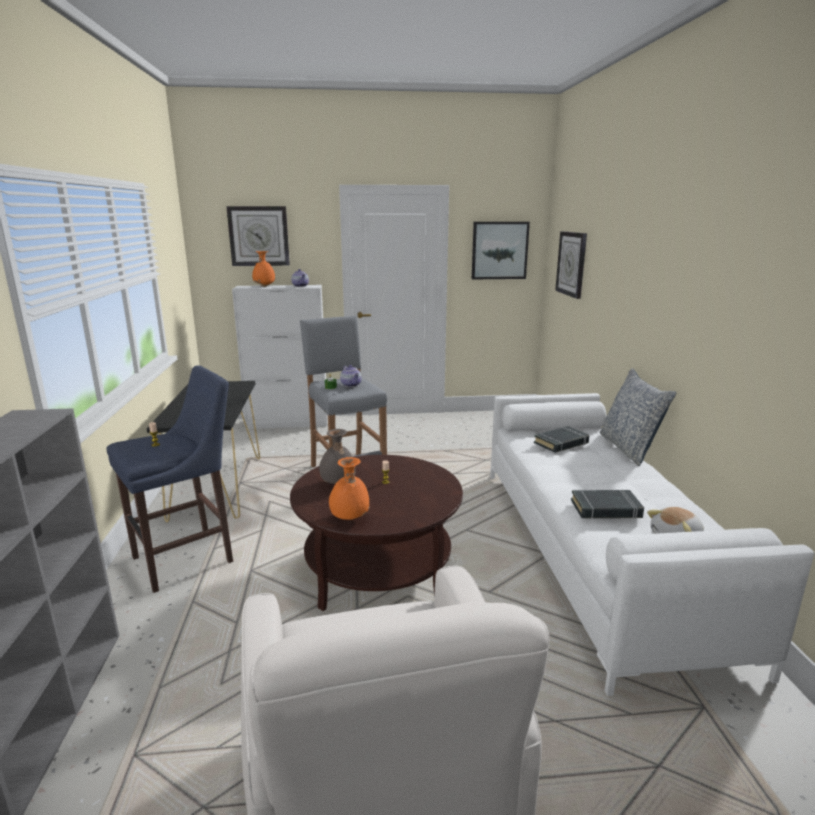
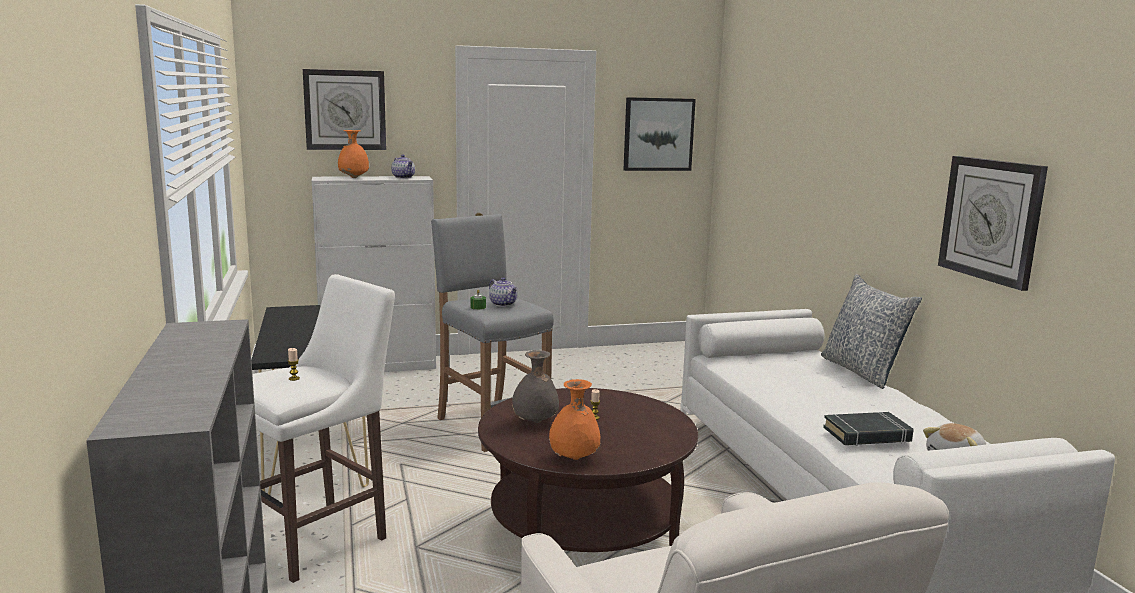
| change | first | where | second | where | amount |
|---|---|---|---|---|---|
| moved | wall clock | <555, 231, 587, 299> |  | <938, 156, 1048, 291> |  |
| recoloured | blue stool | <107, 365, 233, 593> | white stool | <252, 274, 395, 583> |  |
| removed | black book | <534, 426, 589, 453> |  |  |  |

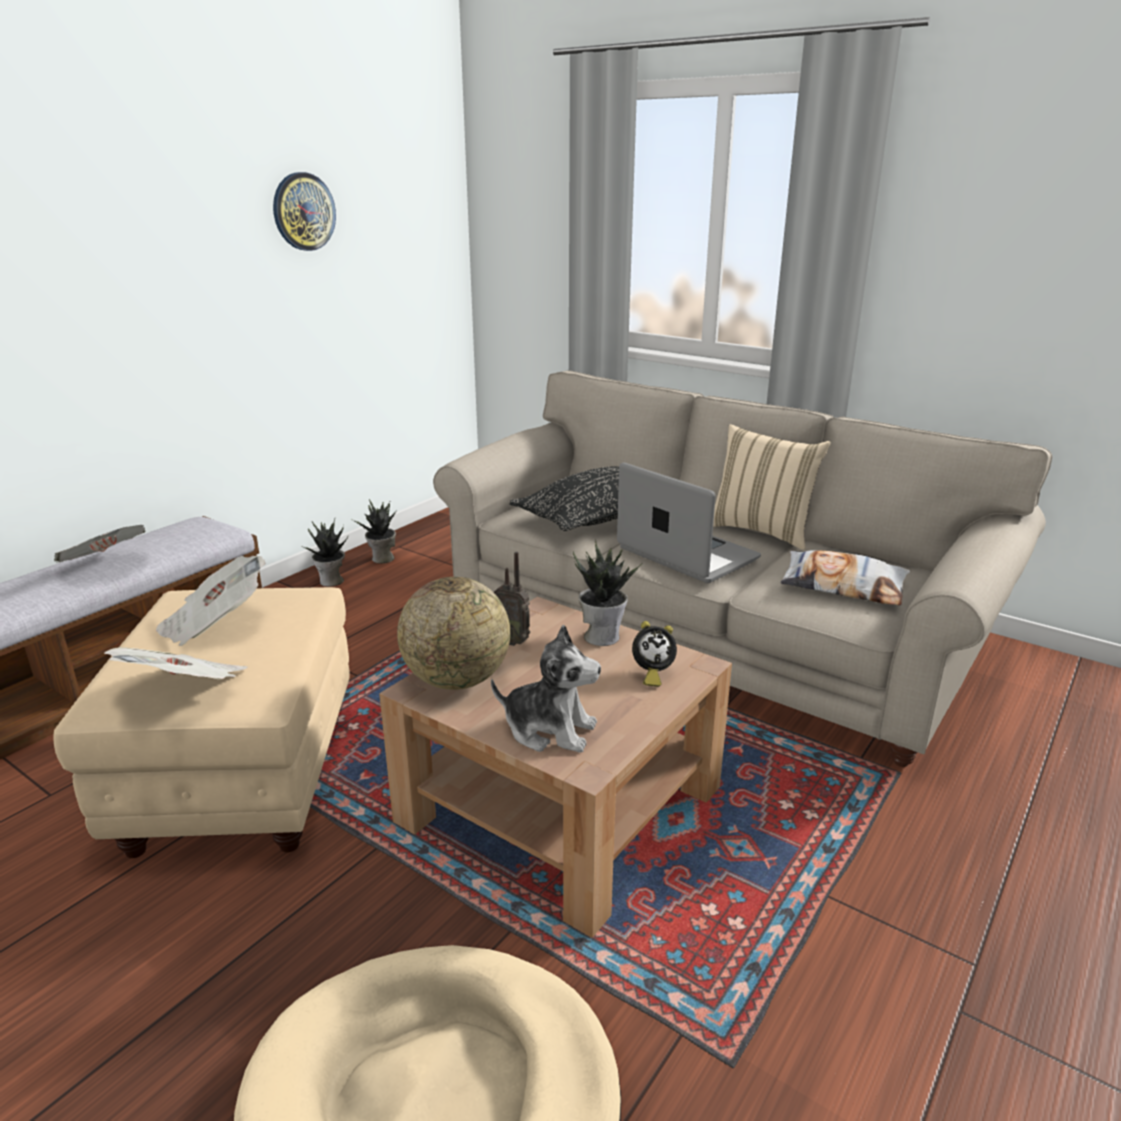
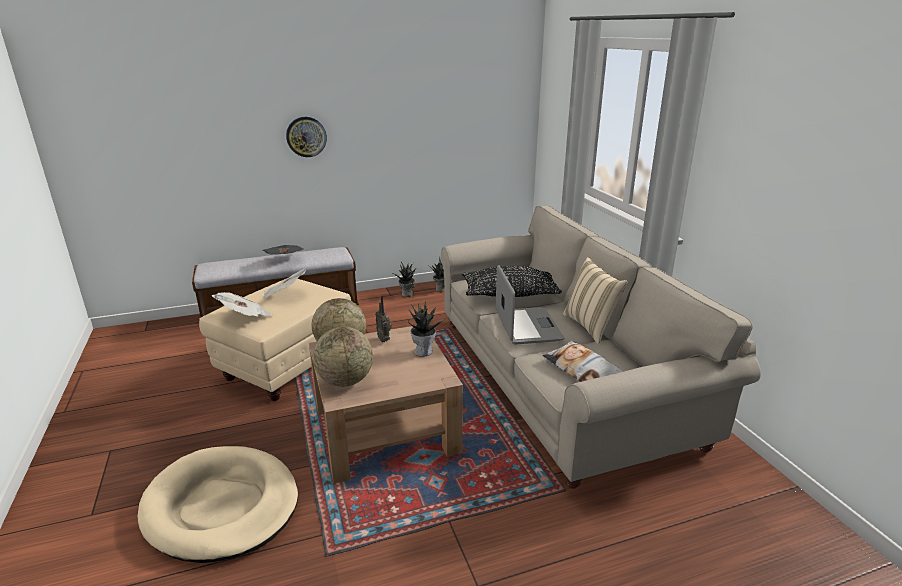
| change | first | where | second | where | amount |
|---|---|---|---|---|---|
| moved | wall clock | <273, 172, 336, 251> |  | <286, 117, 327, 157> |  |
| removed | alarm clock | <632, 621, 677, 687> |  |  |  |
| replaced | plush toy | <491, 625, 601, 753> | globe | <313, 327, 373, 387> |  |

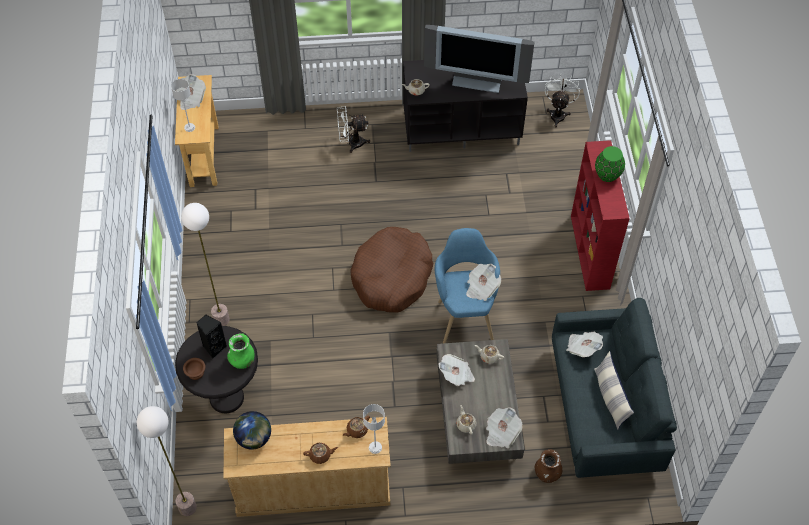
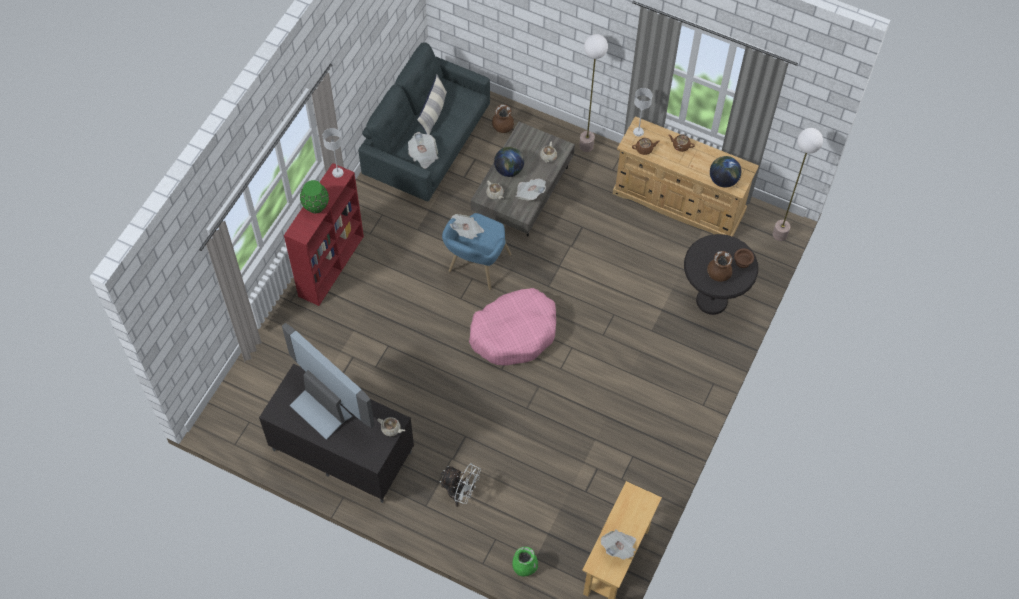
| change | first | where | second | where | amount |
|---|---|---|---|---|---|
| removed | white fan | <545, 74, 580, 128> |  |  |  |
| moved | grey table lamp | <171, 79, 195, 132> |  | <323, 128, 344, 178> |  |
| moved | floor lamp | <181, 203, 230, 326> |  | <579, 34, 608, 152> |  |
| recoloured | brown dog bed | <350, 227, 433, 313> | pink dog bed | <469, 288, 556, 366> |  |
| replaced | black speaker | <196, 315, 227, 359> | brown vase | <707, 251, 732, 282> |  |
| moved | green vase | <227, 333, 255, 369> |  | <512, 547, 538, 576> |  |
| removed | newspaper | <486, 408, 522, 448> |  |  |  |
| added |  |  | globe | <494, 147, 524, 177> |  |

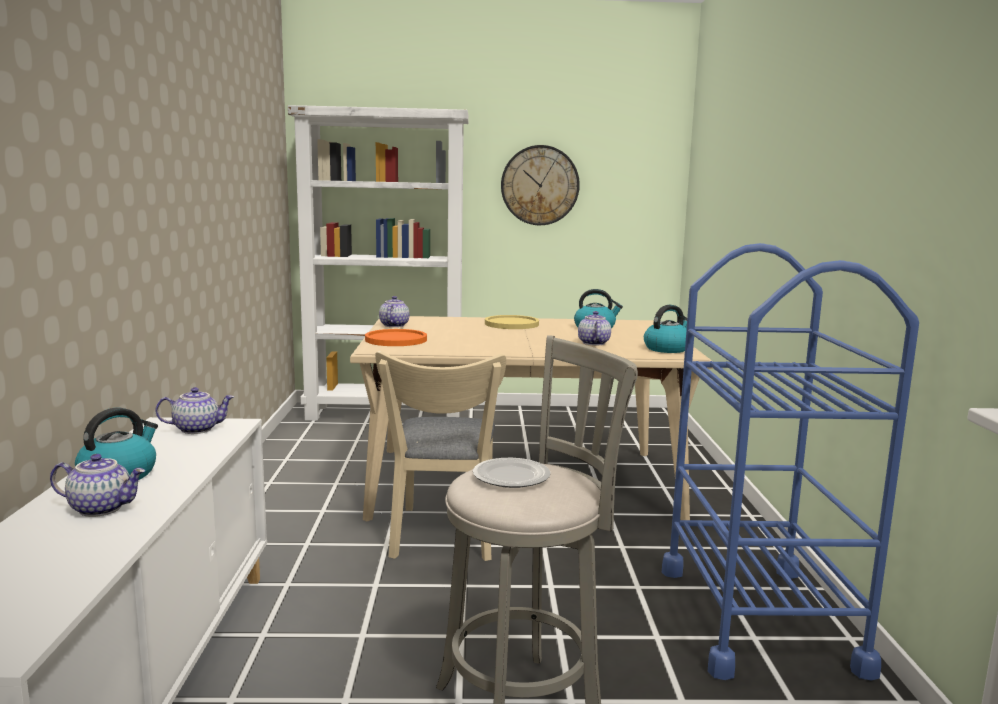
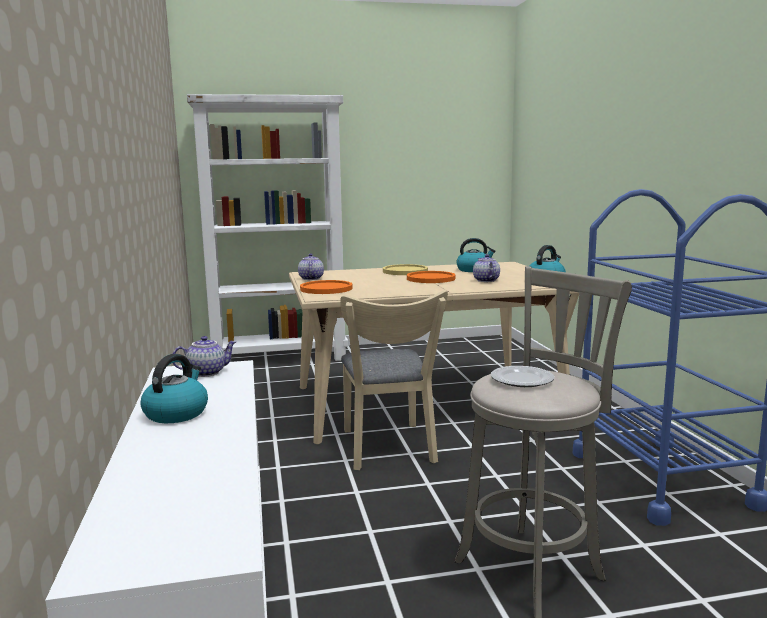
| change | first | where | second | where | amount |
|---|---|---|---|---|---|
| removed | wall clock | <501, 145, 580, 225> |  |  |  |
| removed | teapot | <50, 454, 145, 517> |  |  |  |
| added |  |  | orange plate | <407, 271, 455, 283> |  |

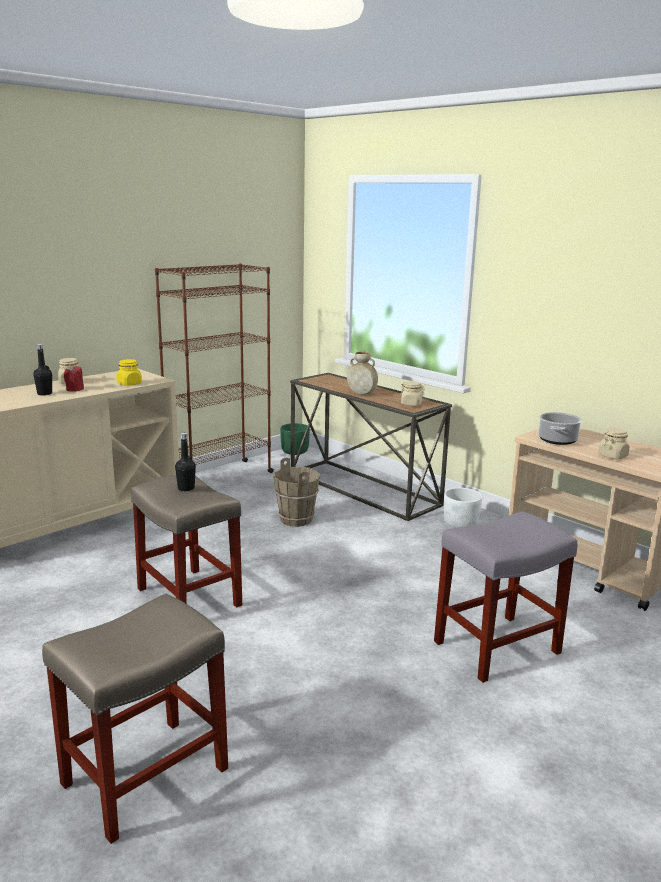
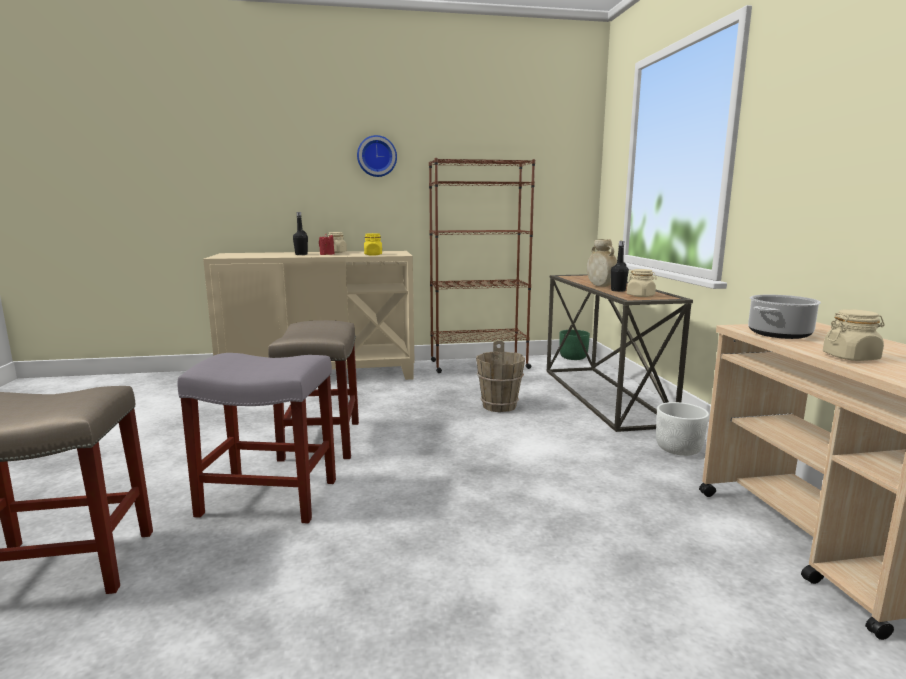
| change | first | where | second | where | amount |
|---|---|---|---|---|---|
| moved | black bottle | <175, 433, 196, 491> |  | <611, 241, 629, 292> |  |
| moved | grey stool | <434, 511, 577, 683> |  | <177, 353, 336, 523> |  |
| added |  |  | wall clock | <357, 135, 397, 177> |  |

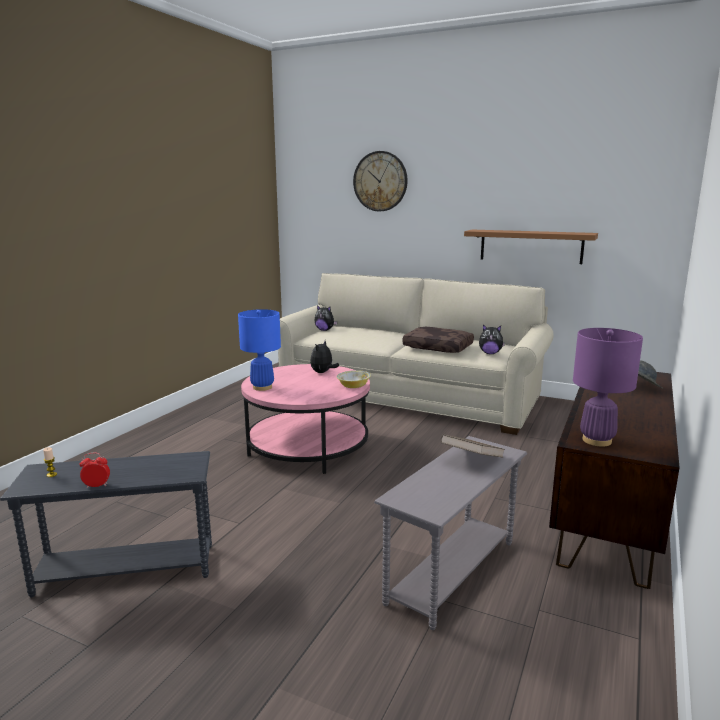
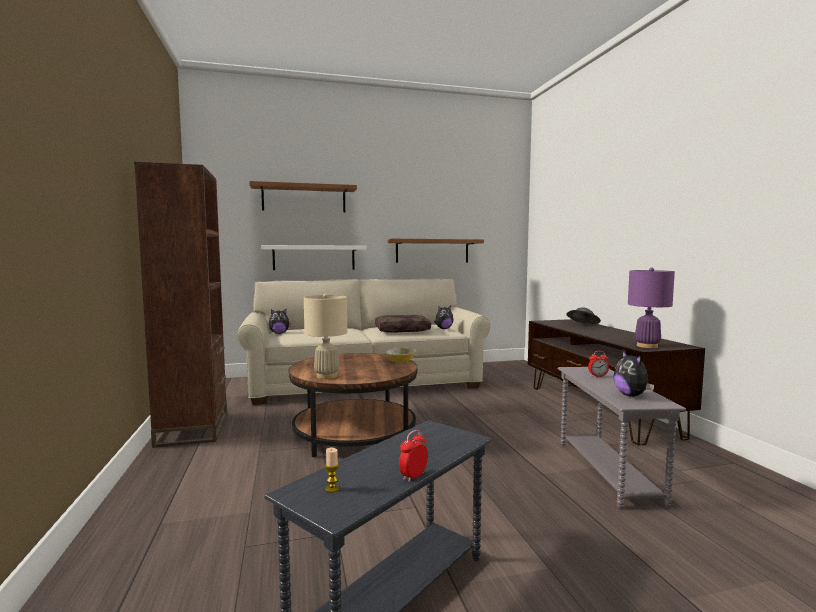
| change | first | where | second | where | amount |
|---|---|---|---|---|---|
| replaced | wall clock | <353, 151, 408, 211> | brown shelf | <249, 181, 357, 212> |  |
| recoloured | blue table lamp | <238, 309, 281, 391> | beige table lamp | <304, 293, 347, 379> |  |
| moved | plush toy | <310, 341, 339, 373> |  | <613, 350, 654, 397> |  |
| recoloured | pink coffee table | <241, 364, 370, 474> | brown coffee table | <289, 353, 418, 457> |  |
| replaced | brown book | <441, 434, 505, 458> | alarm clock | <588, 351, 609, 377> |  |
| added |  |  | brown bookcase | <134, 162, 227, 448> |  |
| added |  |  | white shelf | <261, 245, 366, 270> |  |

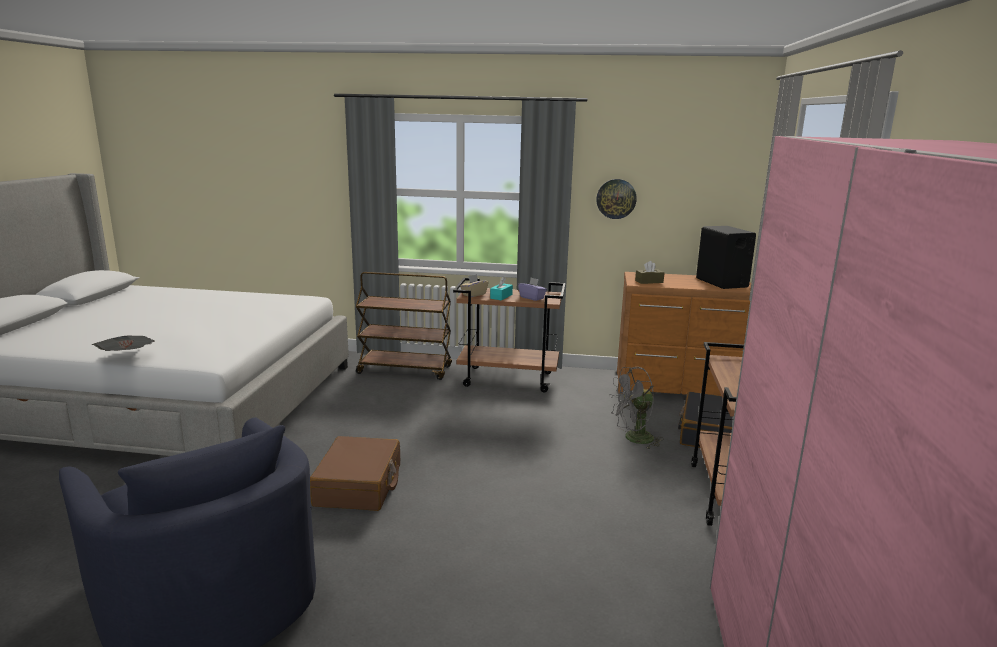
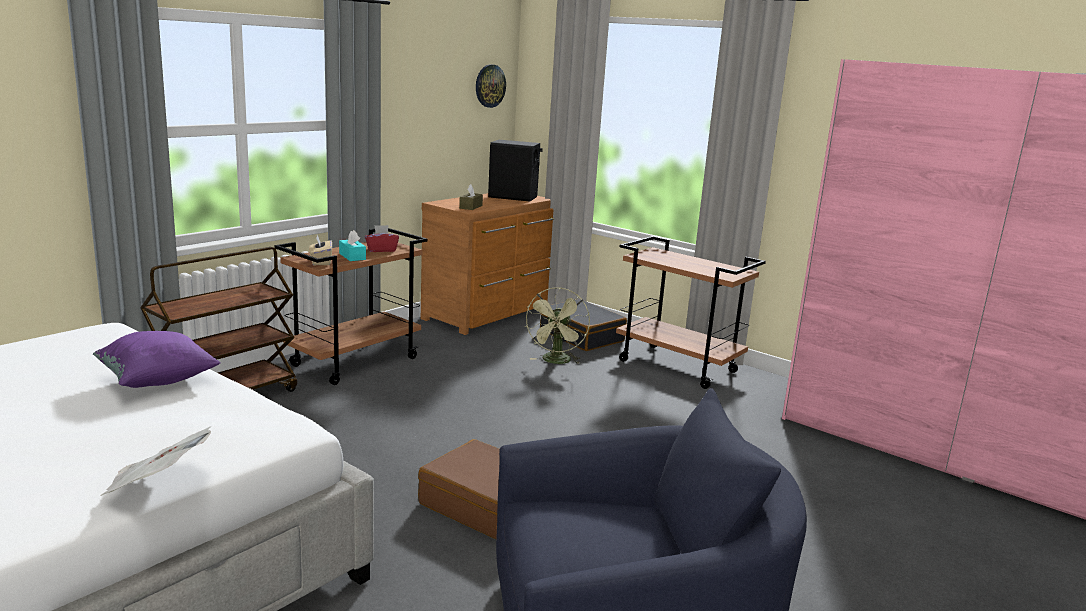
| change | first | where | second | where | amount |
|---|---|---|---|---|---|
| moved | wall clock | <596, 179, 637, 219> |  | <476, 64, 506, 108> |  |
| recoloured | purple tissue box | <518, 278, 547, 301> | red tissue box | <365, 225, 399, 252> |  |
| recoloured | grey fan | <609, 367, 664, 449> | green fan | <524, 287, 590, 364> |  |
| added |  |  | purple pillow | <93, 331, 221, 388> |  |

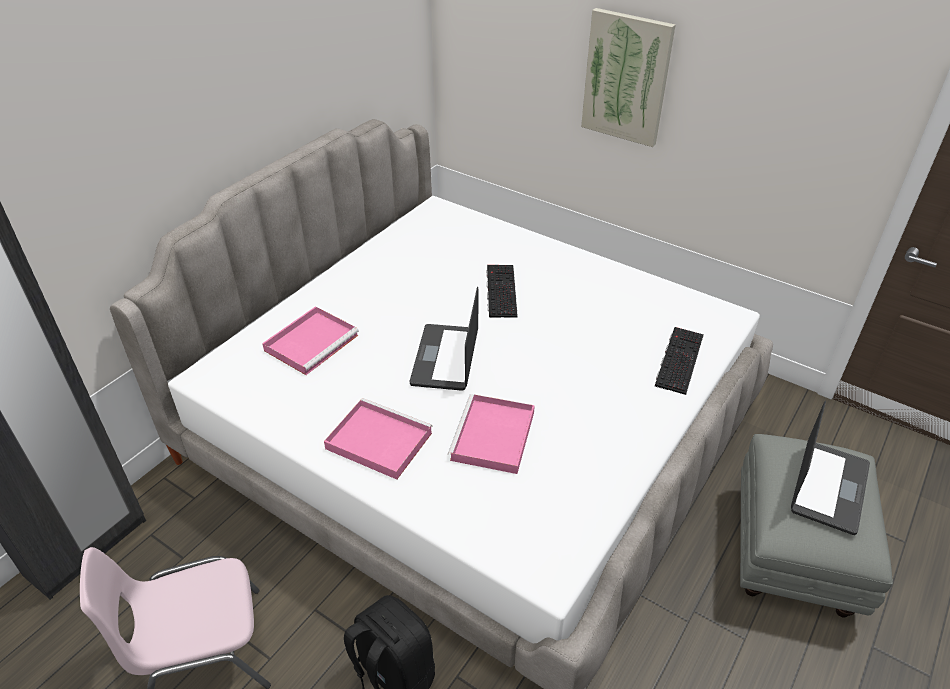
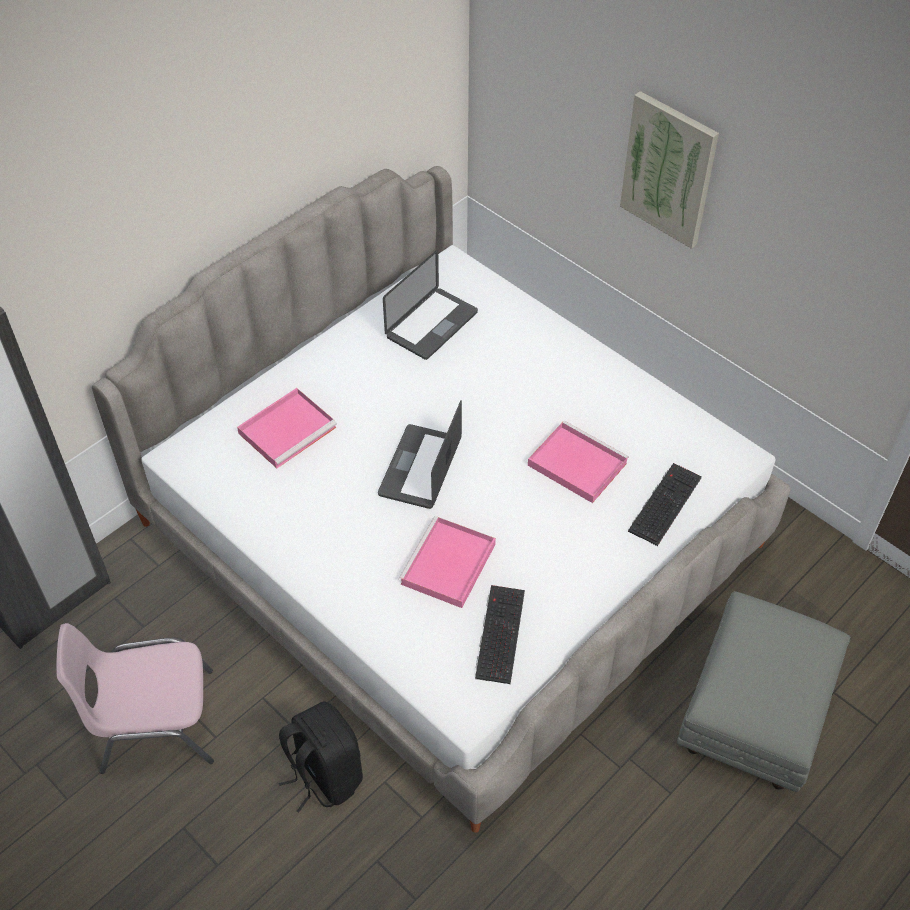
| change | first | where | second | where | amount |
|---|---|---|---|---|---|
| moved | keyboard | <486, 265, 518, 318> |  | <475, 585, 525, 684> |  |
| moved | pink tray | <324, 398, 433, 479> |  | <528, 421, 629, 503> |  |
| moved | laptop | <791, 401, 870, 535> |  | <383, 250, 478, 360> |  |

